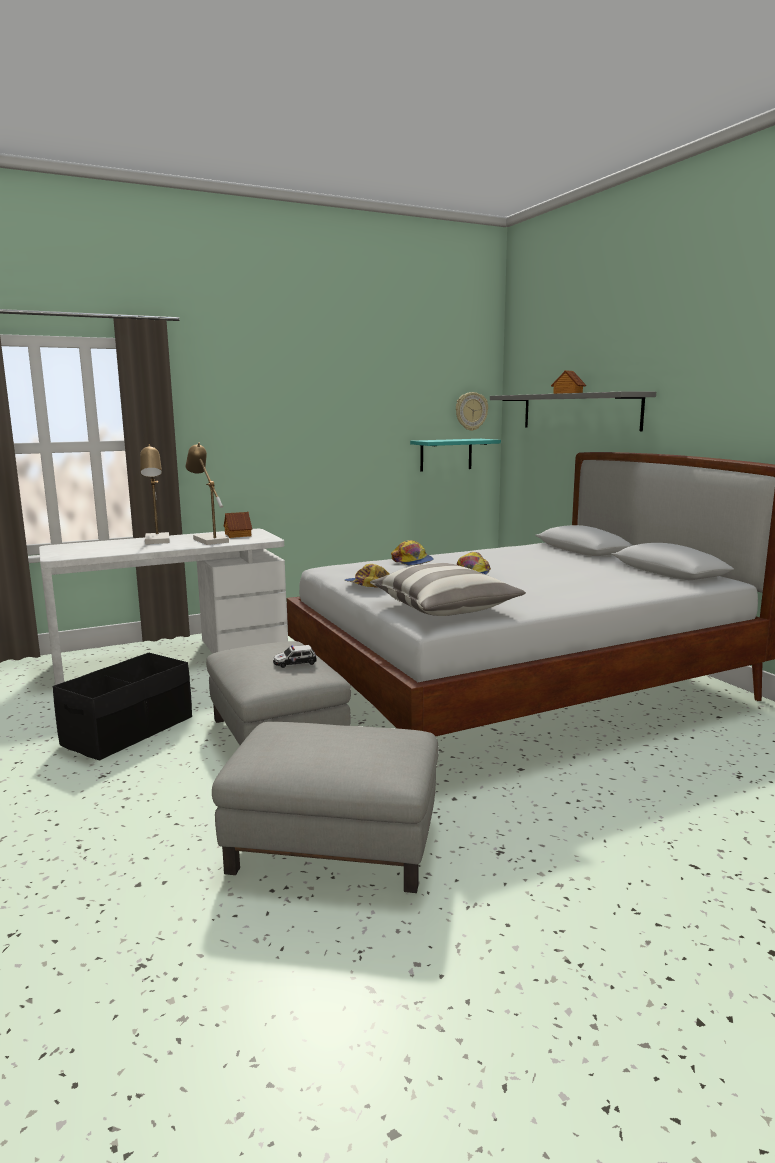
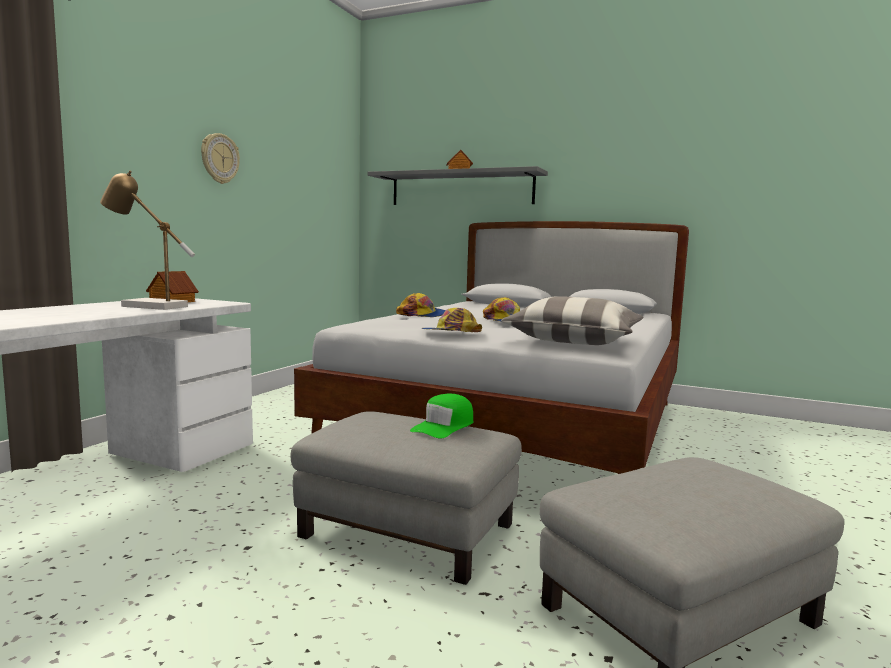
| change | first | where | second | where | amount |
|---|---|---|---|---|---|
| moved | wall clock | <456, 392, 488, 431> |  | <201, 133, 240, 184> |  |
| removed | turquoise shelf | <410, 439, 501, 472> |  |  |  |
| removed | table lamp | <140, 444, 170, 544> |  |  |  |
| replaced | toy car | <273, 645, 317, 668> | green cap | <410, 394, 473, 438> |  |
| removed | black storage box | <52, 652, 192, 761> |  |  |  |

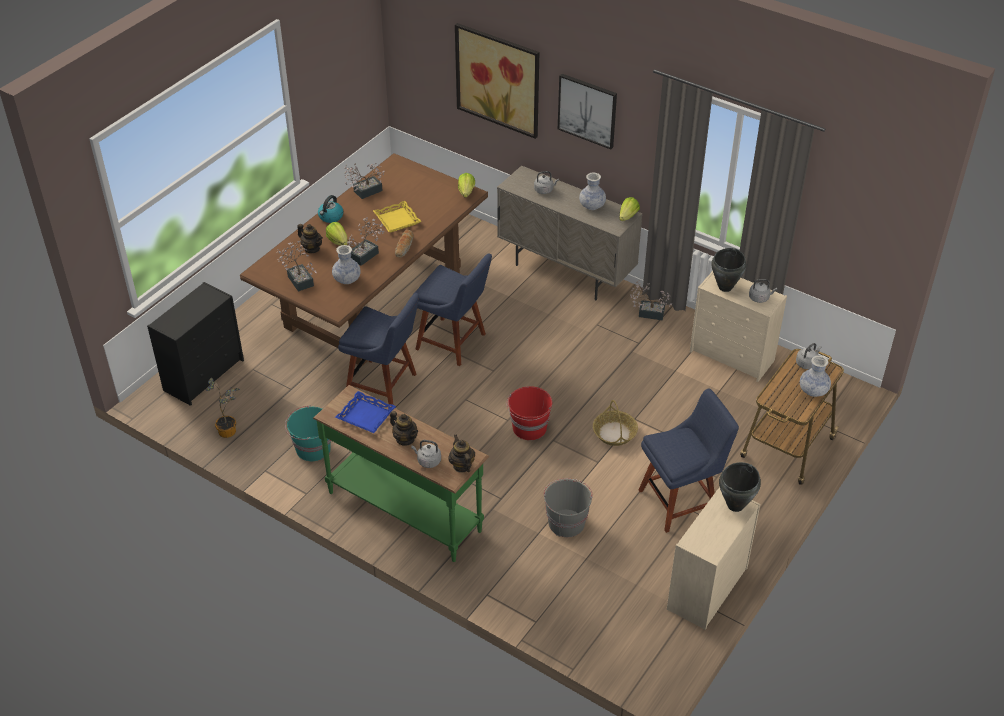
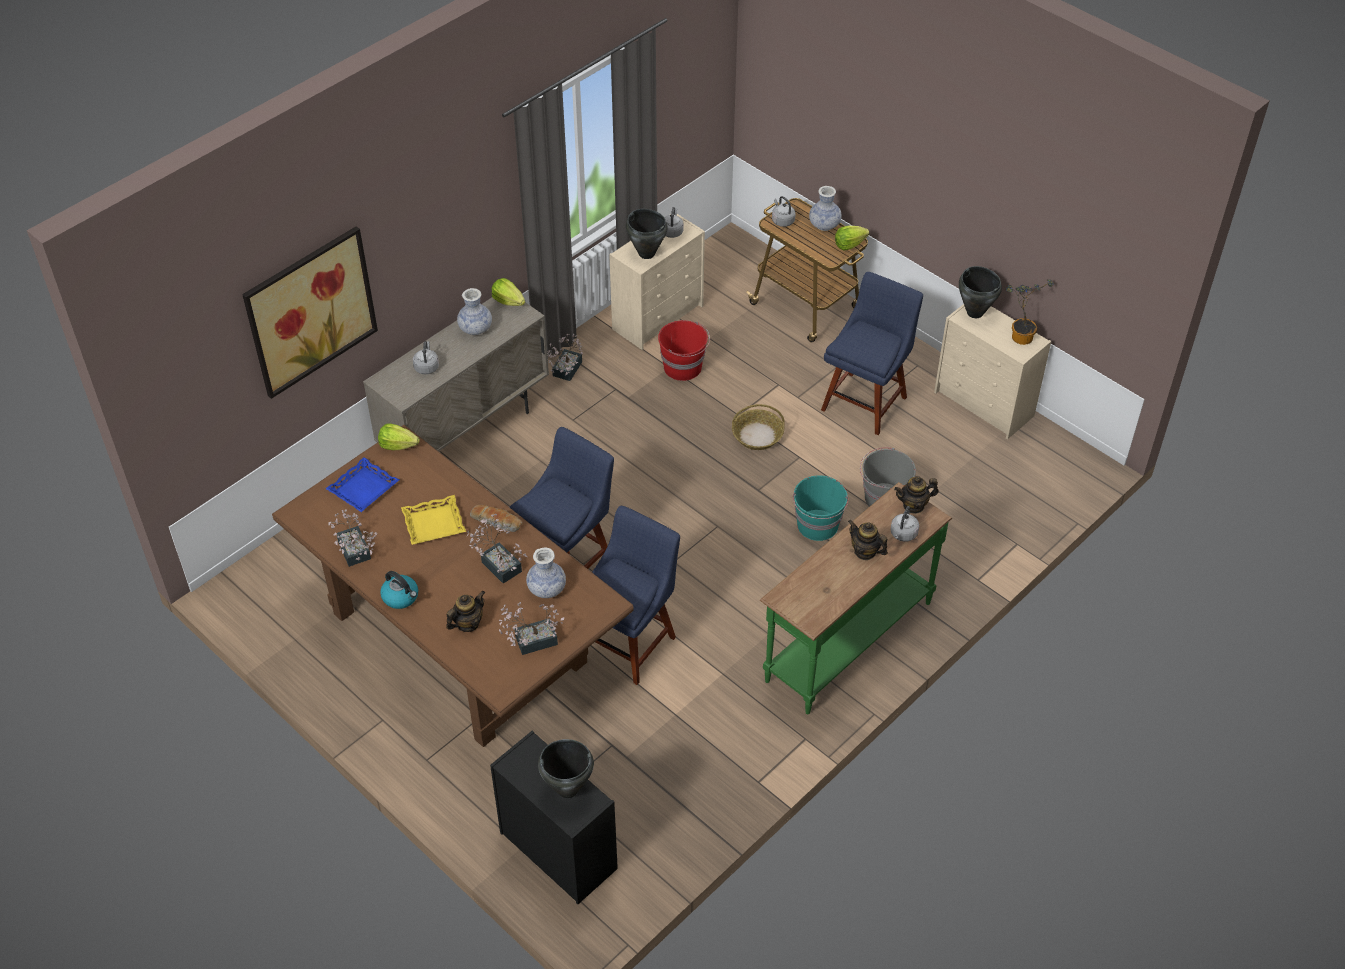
| change | first | where | second | where | amount |
|---|---|---|---|---|---|
| removed | picture | <558, 74, 617, 149> |  |  |  |
| moved | lettuce | <326, 222, 348, 246> |  | <835, 226, 869, 250> |  |
| moved | potted plant | <206, 378, 240, 438> |  | <1006, 280, 1054, 345> |  |
| moved | red bucket | <506, 386, 552, 440> |  | <658, 320, 710, 381> |  |
| turned | blue chair | <639, 389, 739, 533> |  | <821, 272, 923, 435> | 45 degrees clockwise |
| moved | blue tray | <335, 391, 396, 433> |  | <326, 457, 399, 512> |  |
| moved | turquoise bucket | <285, 405, 331, 461> |  | <793, 475, 849, 541> |  |
| turned | teapot | <390, 411, 418, 445> |  | <848, 520, 888, 560> | 105 degrees counterclockwise |
| added |  |  | black cooking pot | <538, 739, 594, 798> |  |

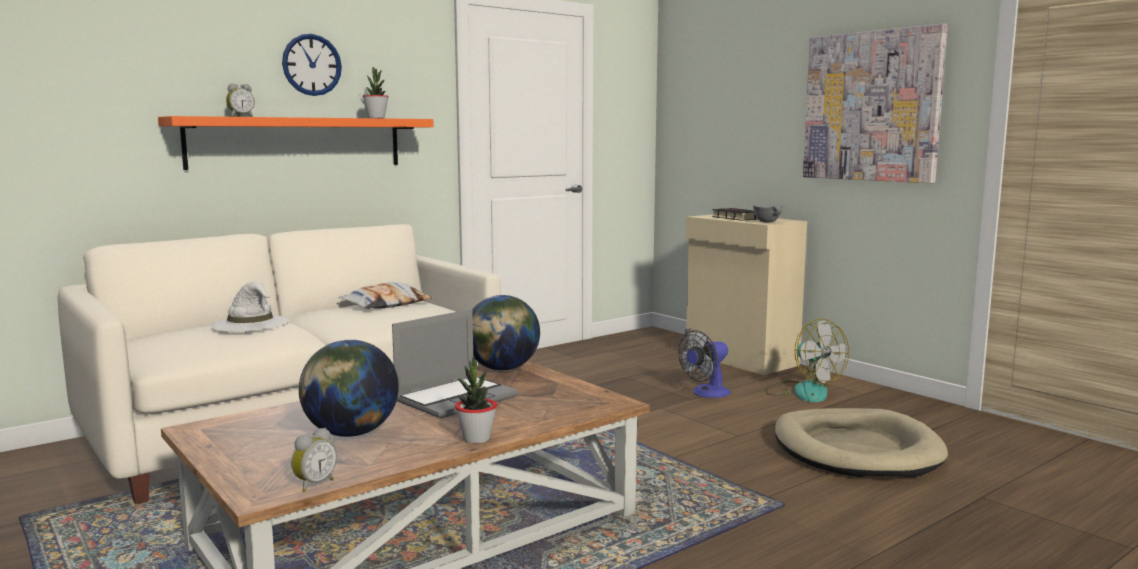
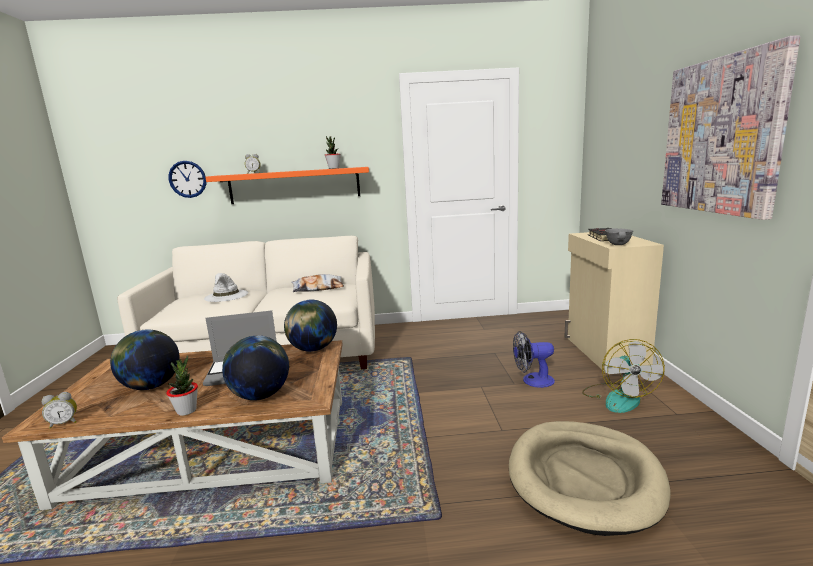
| change | first | where | second | where | amount |
|---|---|---|---|---|---|
| moved | wall clock | <282, 34, 342, 96> |  | <168, 161, 206, 198> |  |
| added |  |  | globe | <222, 335, 289, 400> |  |

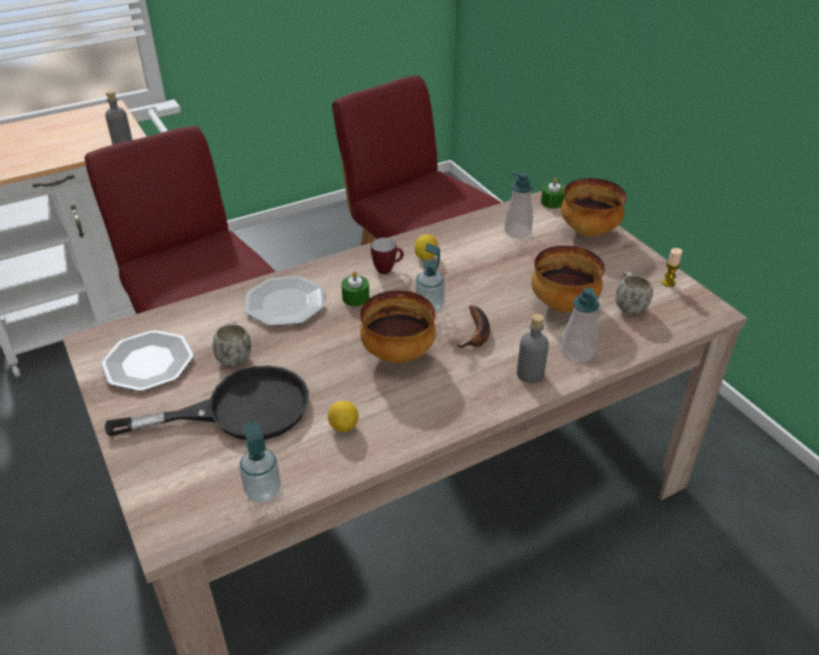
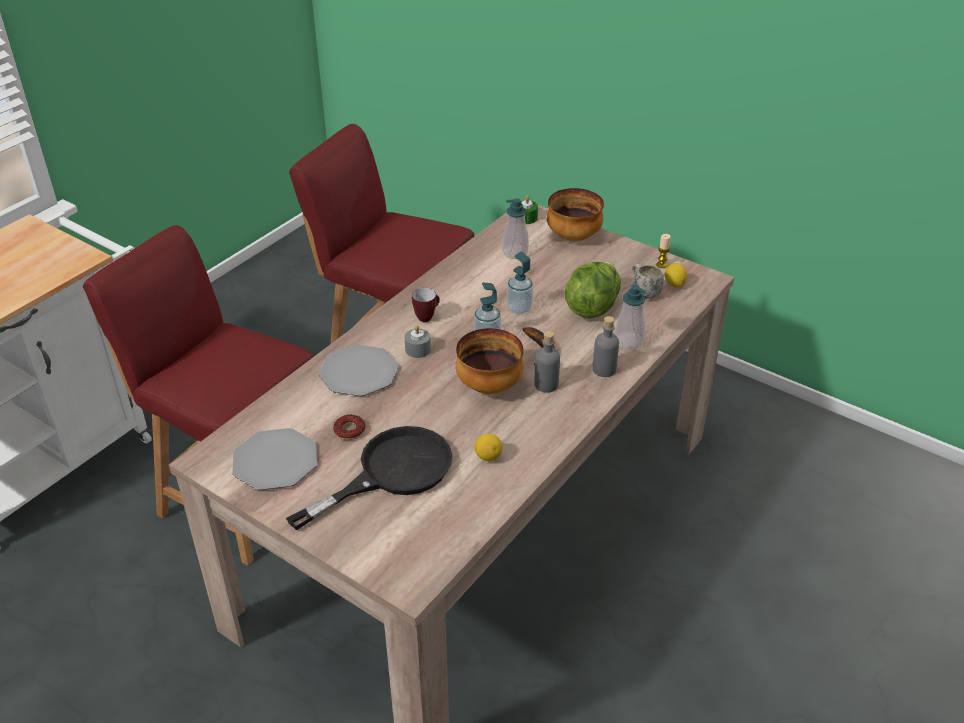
| change | first | where | second | where | amount |
|---|---|---|---|---|---|
| moved | grey bottle | <105, 90, 132, 145> |  | <535, 331, 560, 393> |  |
| moved | lemon | <415, 234, 439, 260> |  | <665, 263, 687, 288> |  |
| replaced | bowl | <531, 245, 605, 312> | lettuce | <564, 262, 621, 319> |  |
| recoloured | green candle | <341, 271, 369, 306> | grey candle | <405, 325, 431, 358> |  |
| replaced | white mug | <213, 320, 251, 366> | donut | <333, 415, 365, 440> |  |
| moved | soap dispenser | <239, 421, 281, 503> |  | <507, 251, 533, 314> |  |

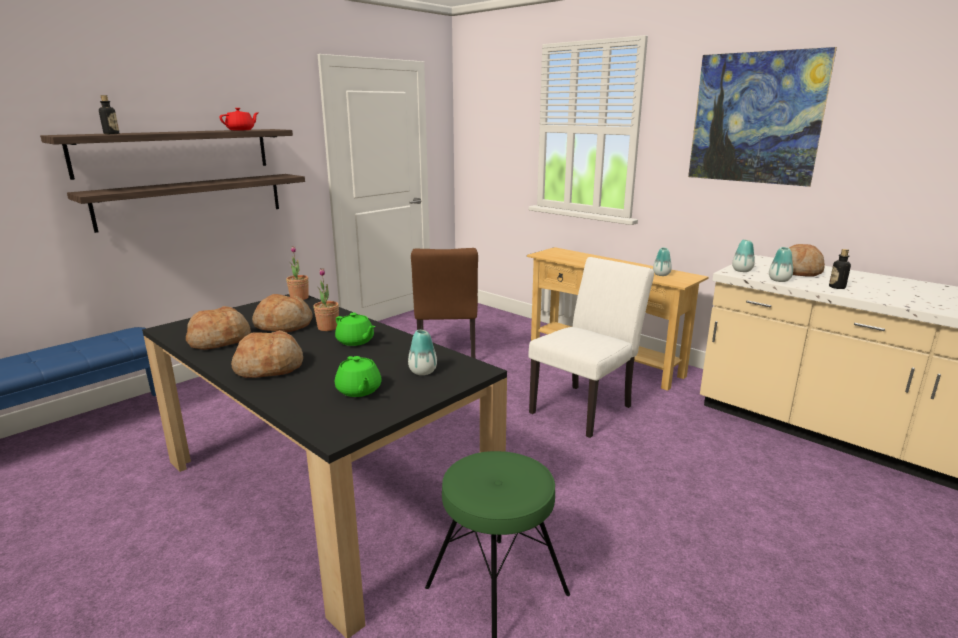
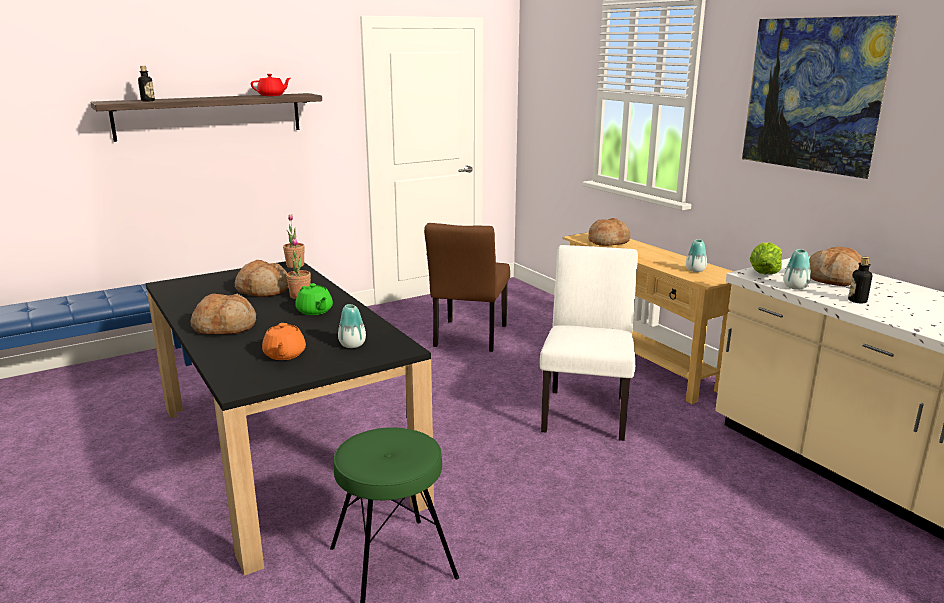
| change | first | where | second | where | amount |
|---|---|---|---|---|---|
| removed | shelf | <67, 174, 305, 233> |  |  |  |
| replaced | vase | <732, 240, 755, 272> | lettuce | <750, 242, 782, 274> |  |
| turned | white chair | <528, 257, 654, 438> |  | <540, 245, 638, 441> | 45 degrees counterclockwise |
| moved | bread | <186, 306, 251, 350> |  | <588, 218, 630, 246> |  |
| recoloured | green teapot | <335, 356, 382, 397> | orange teapot | <262, 323, 306, 360> |  |

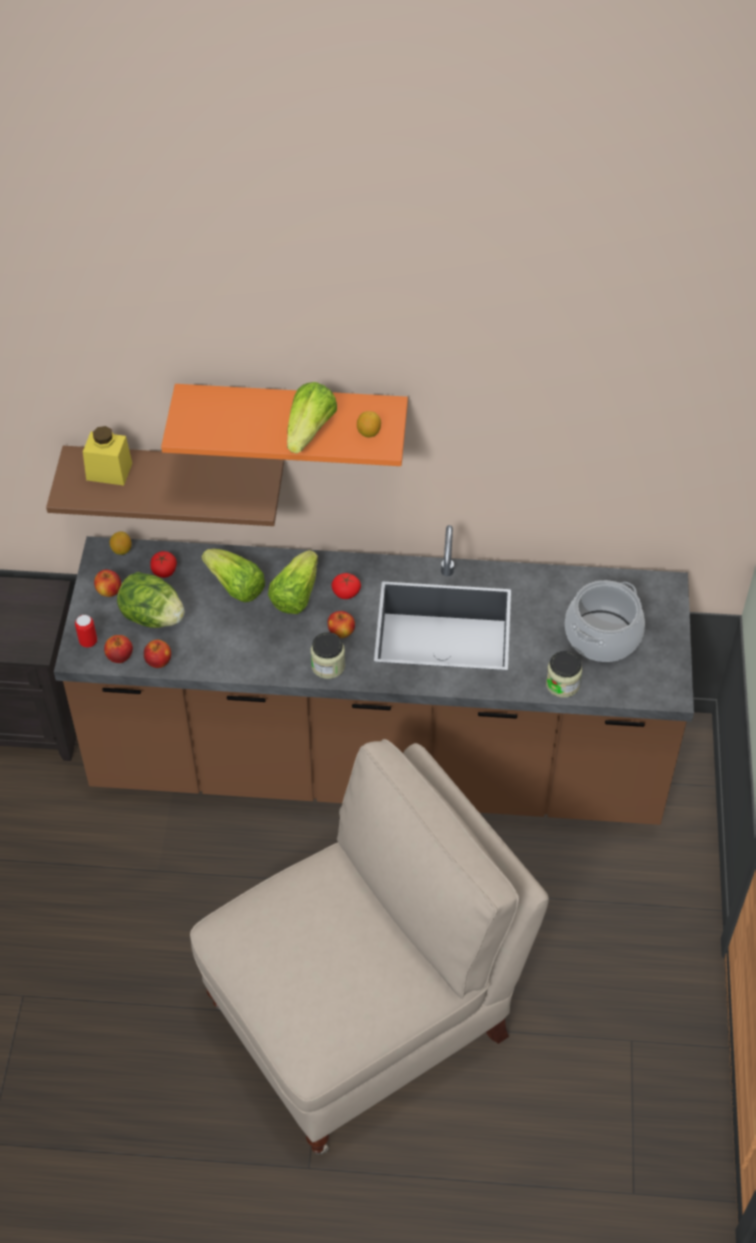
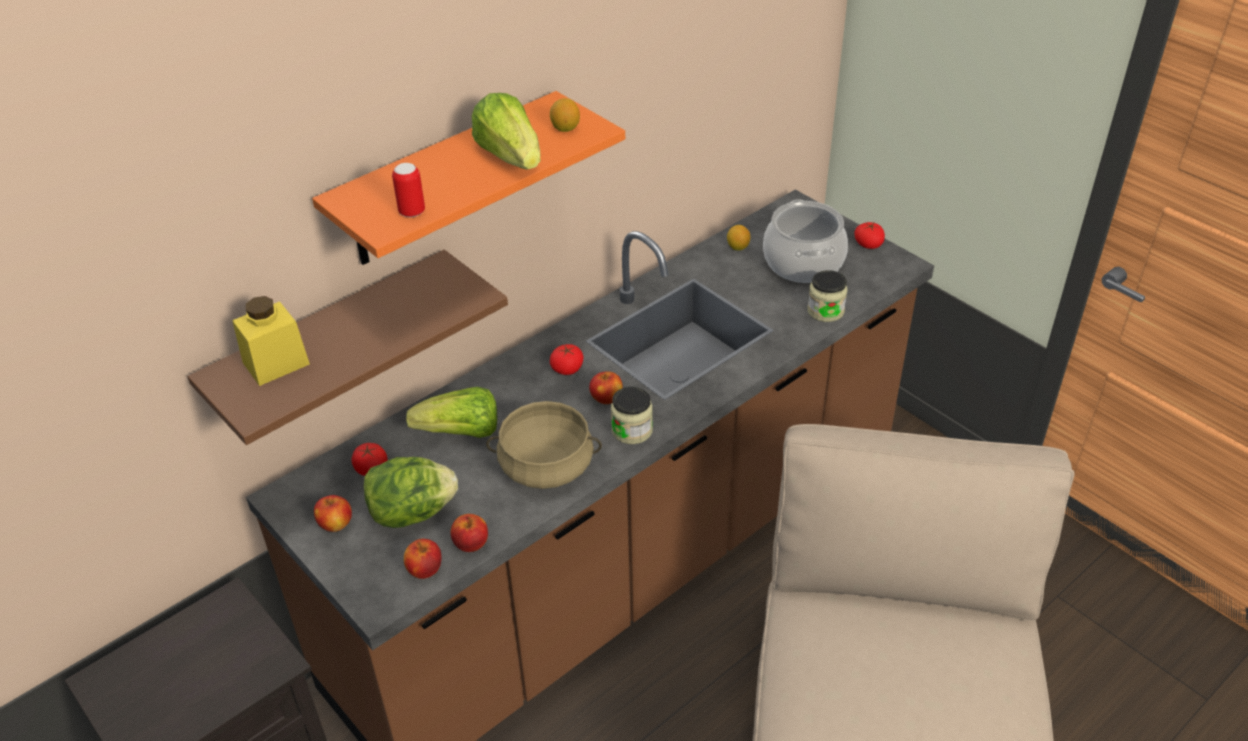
| change | first | where | second | where | amount |
|---|---|---|---|---|---|
| moved | lemon | <110, 531, 132, 555> |  | <727, 225, 750, 251> |  |
| removed | lettuce | <268, 550, 318, 614> |  |  |  |
| moved | can | <75, 615, 97, 648> |  | <392, 163, 425, 217> |  |
| added |  |  | tomato | <855, 222, 885, 249> |  |
| added |  |  | beige cooking pot | <486, 401, 602, 489> |  |

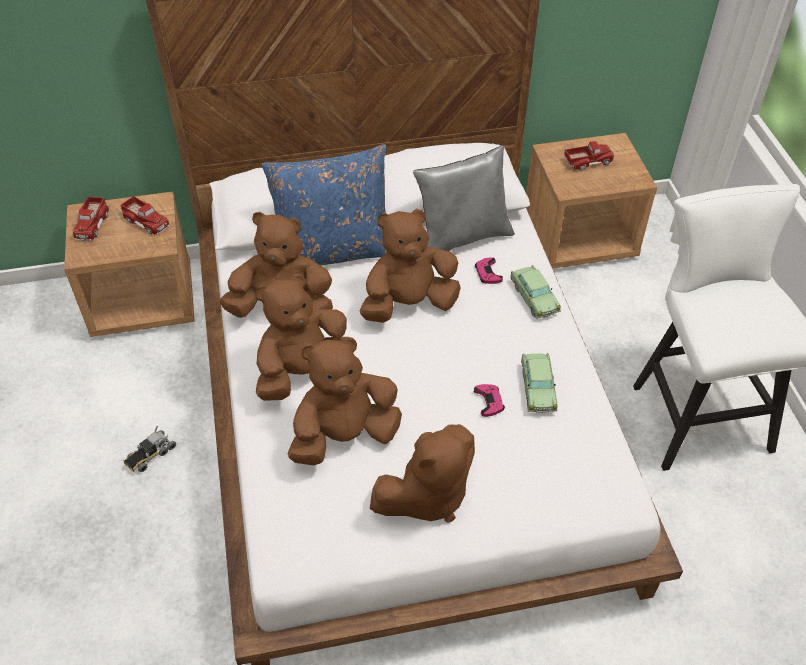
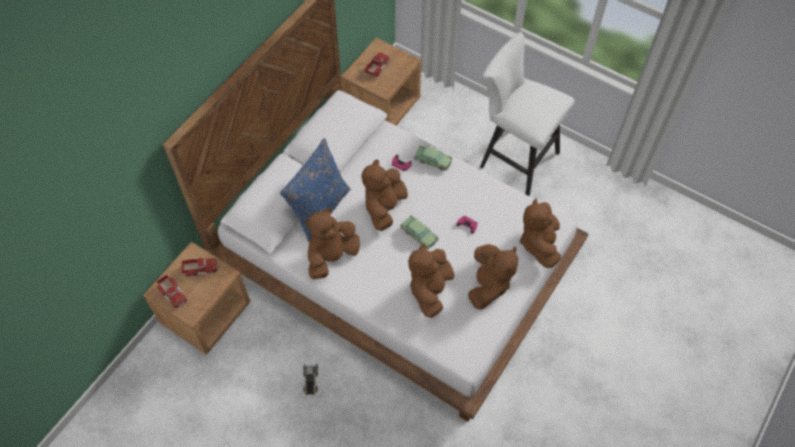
| change | first | where | second | where | amount |
|---|---|---|---|---|---|
| removed | grey pillow | <413, 145, 515, 251> |  |  |  |
| moved | brown plush toy | <256, 274, 347, 401> |  | <520, 198, 561, 268> |  |
| moved | toy car | <521, 353, 558, 413> |  | <401, 216, 438, 250> |  |

